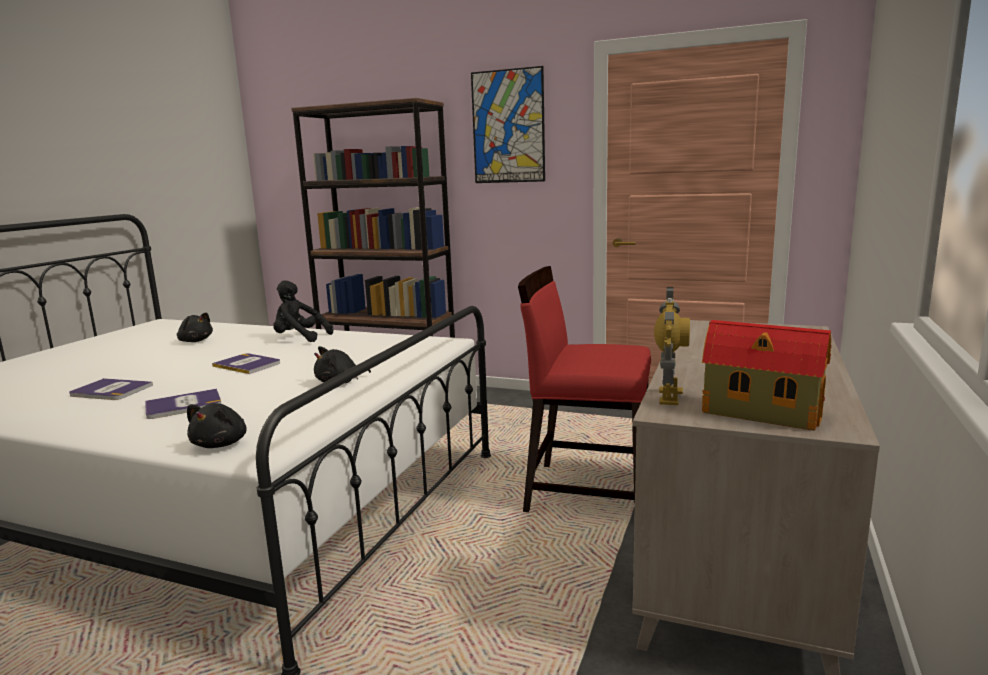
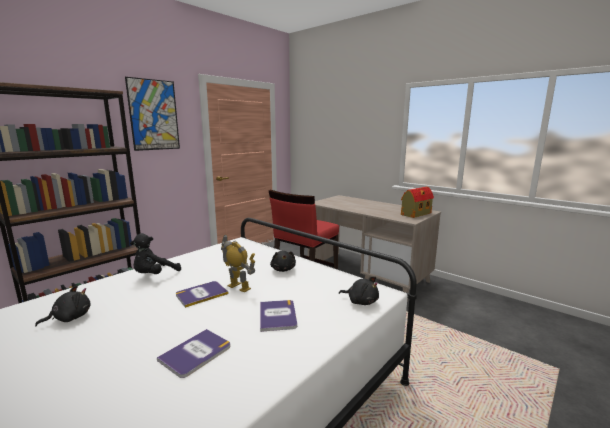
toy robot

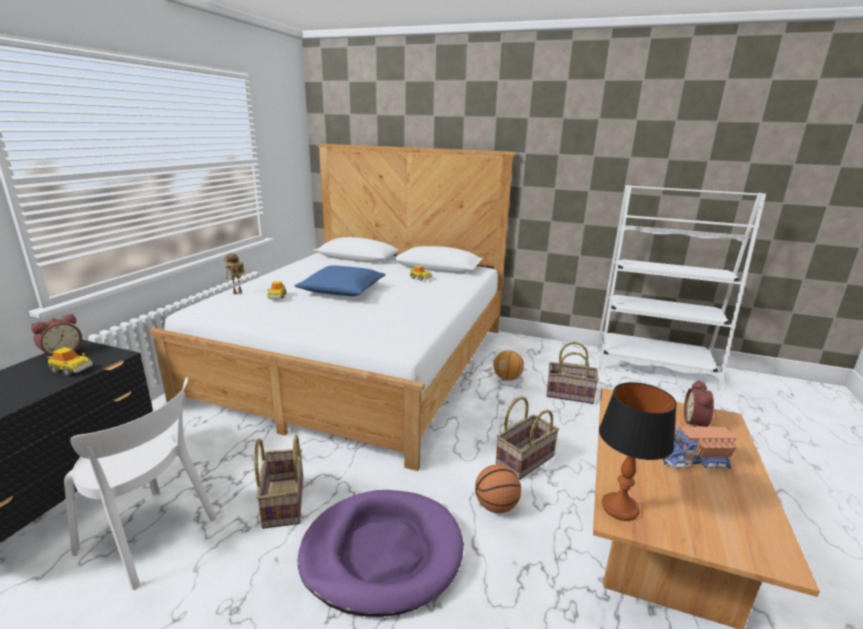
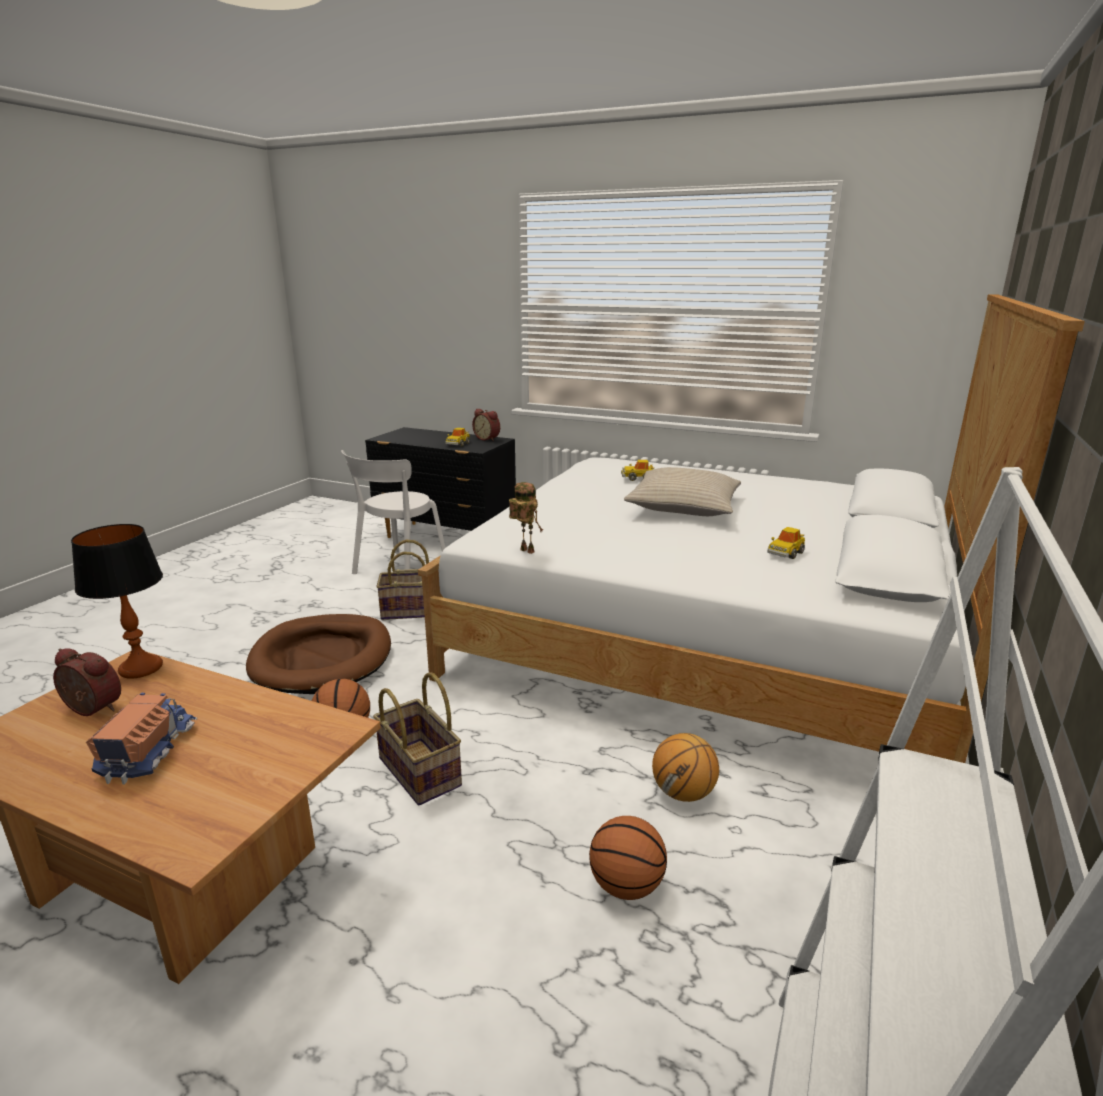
alarm clock (1st from left)
brown dog bed
toy robot
basketball (2nd from left)
beige pillow

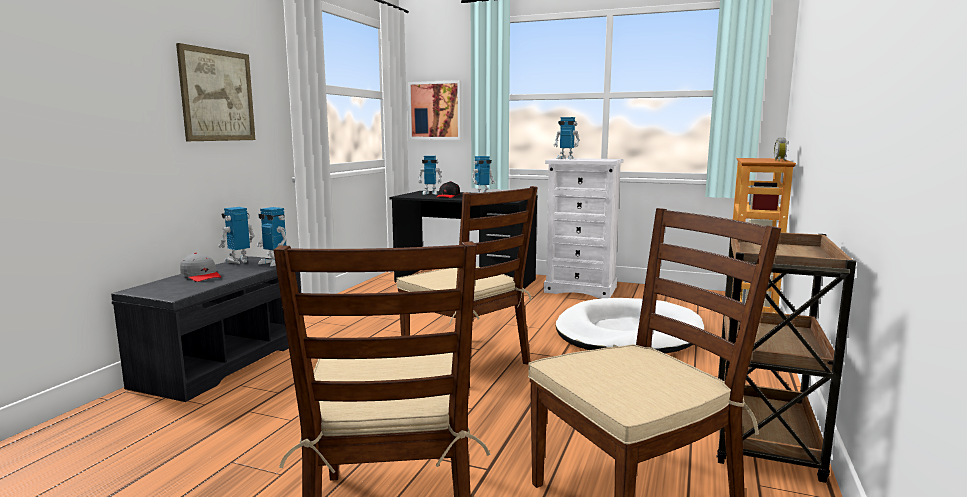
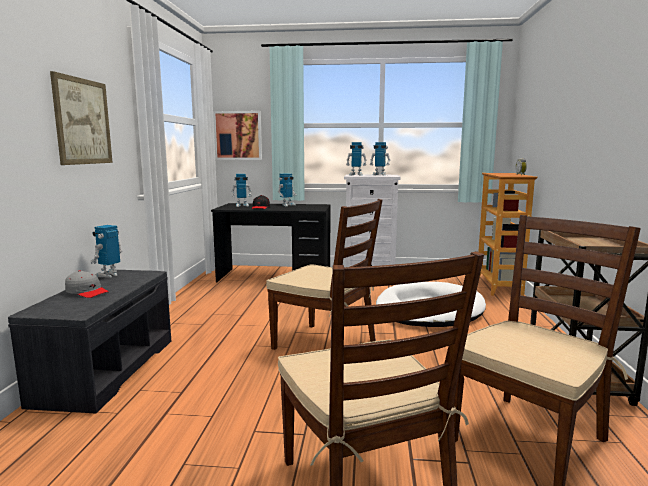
toy robot (5th from left)

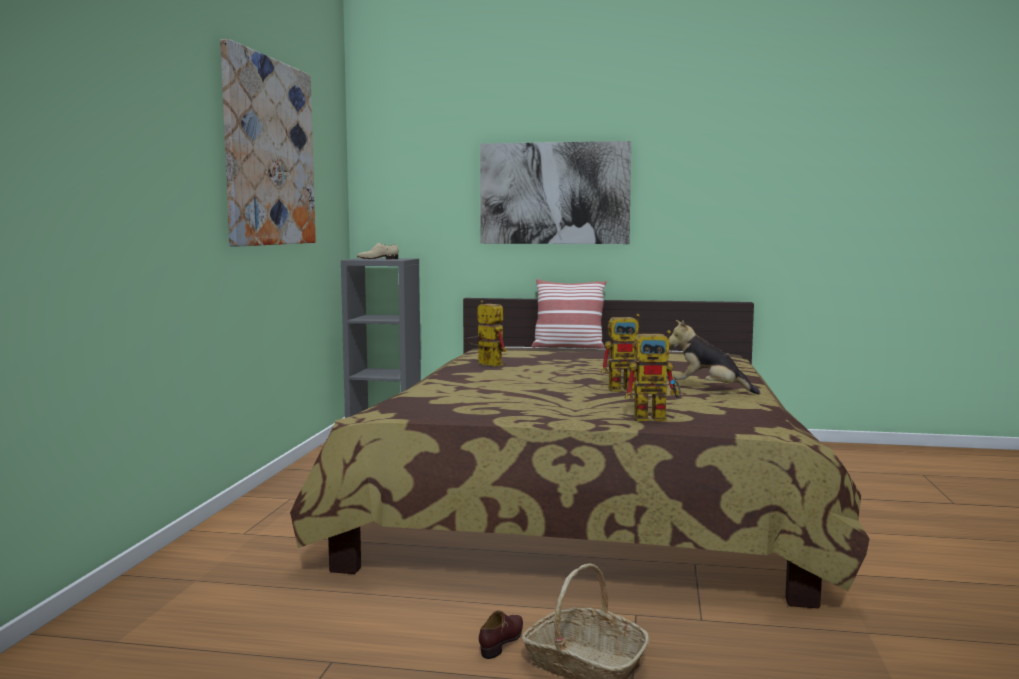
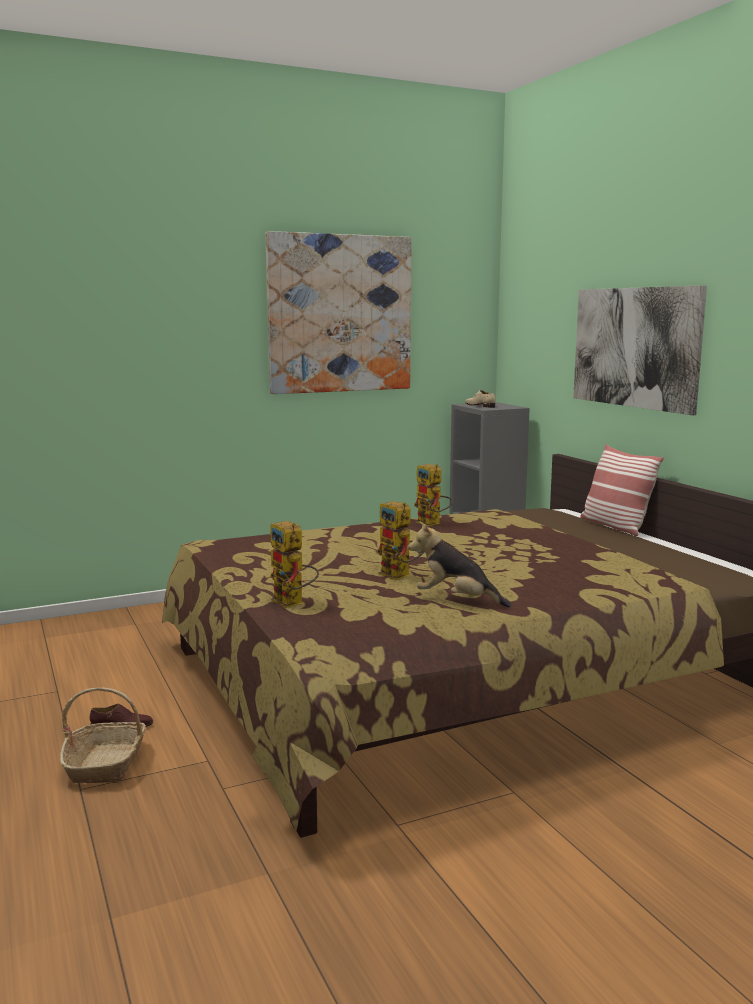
plush toy
toy robot (3rd from left)

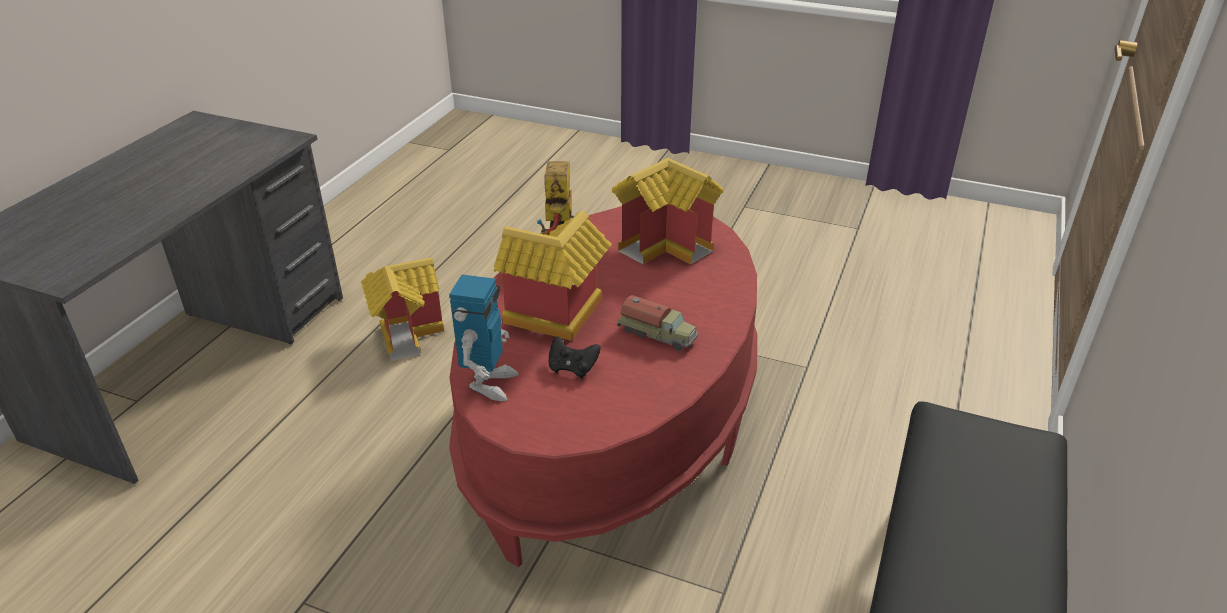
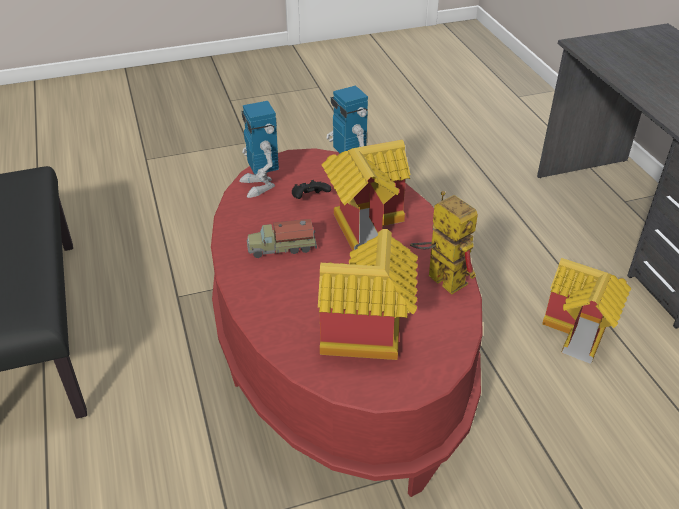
toy robot (1st from left)

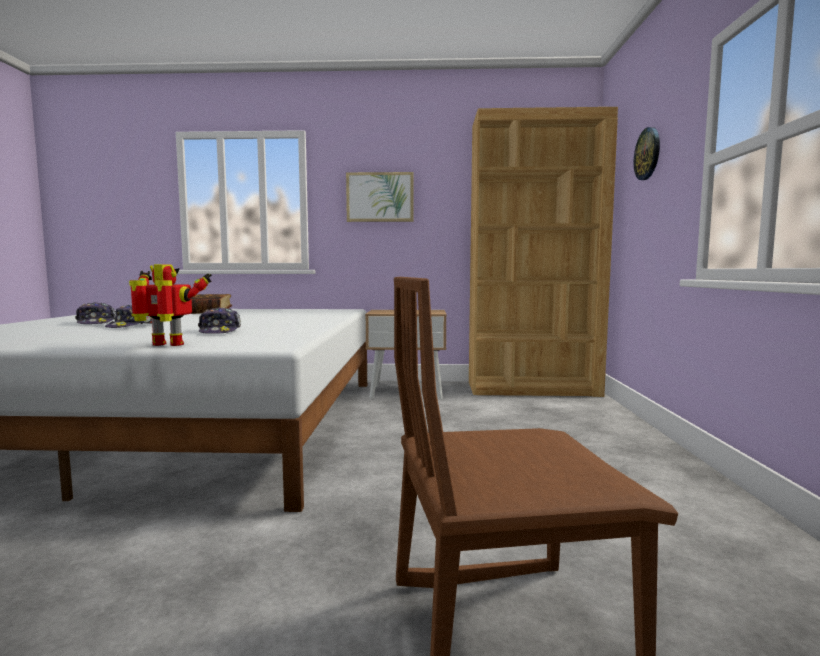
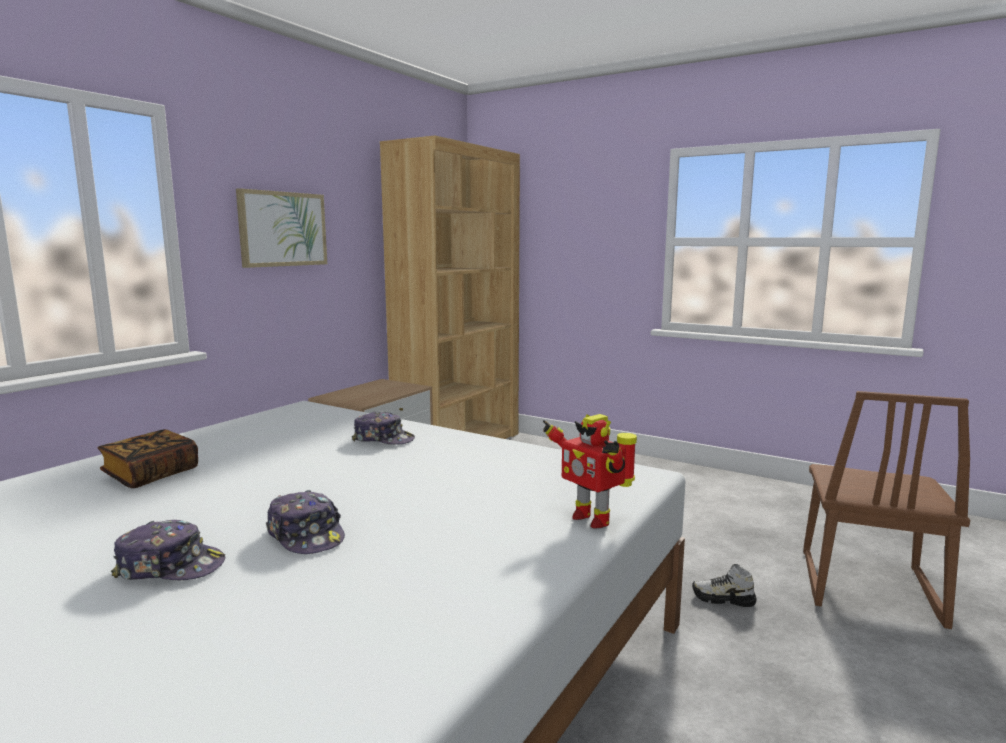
cap (3rd from left)
toy robot
shoe
wall clock

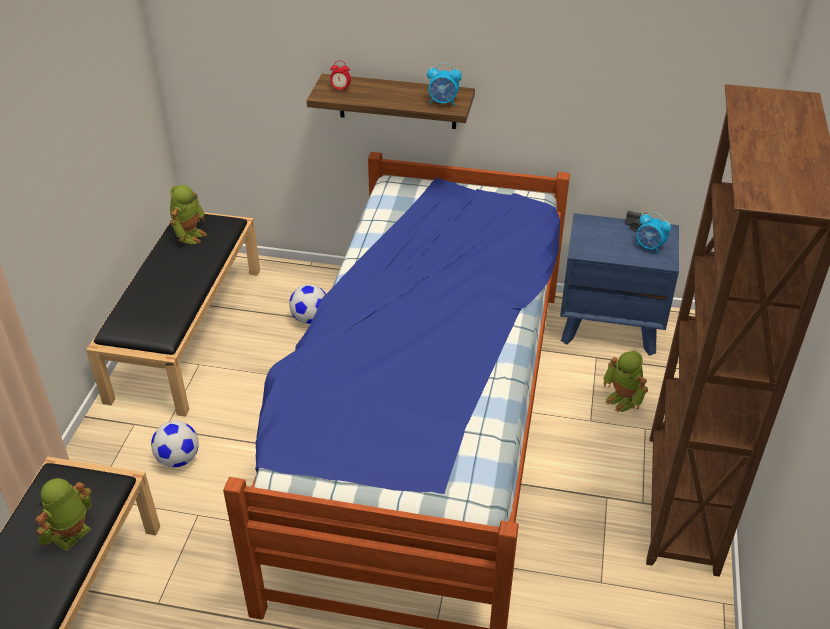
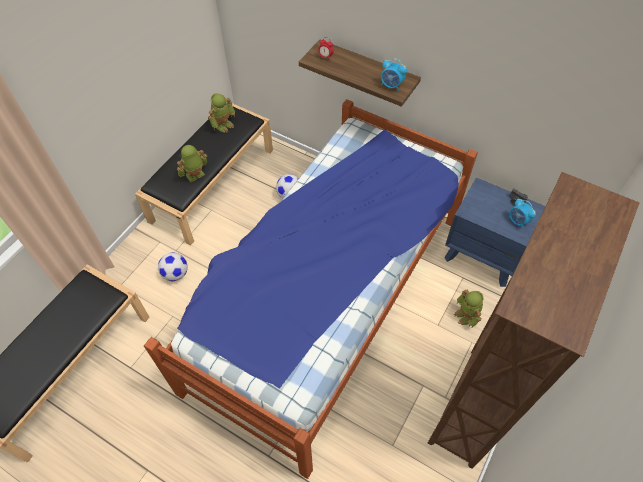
toy robot (1st from left)

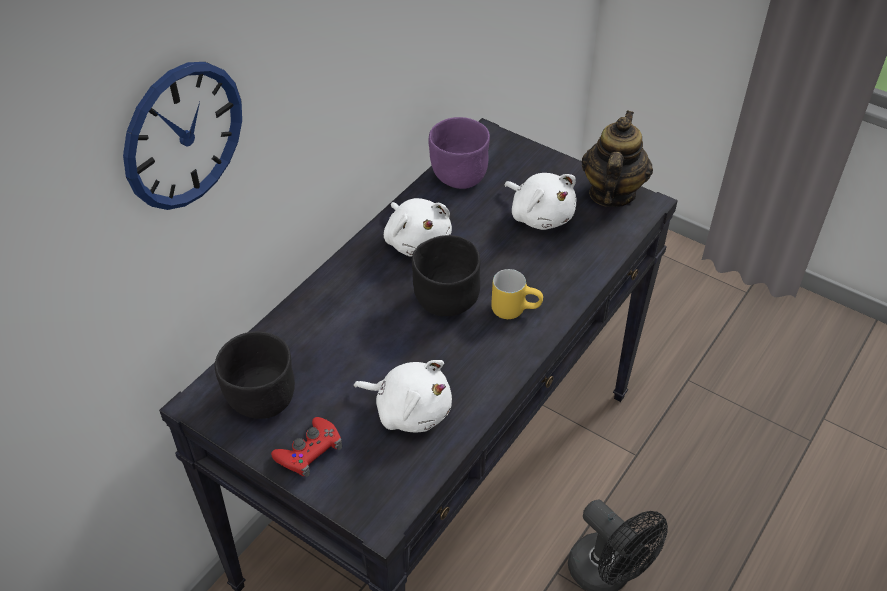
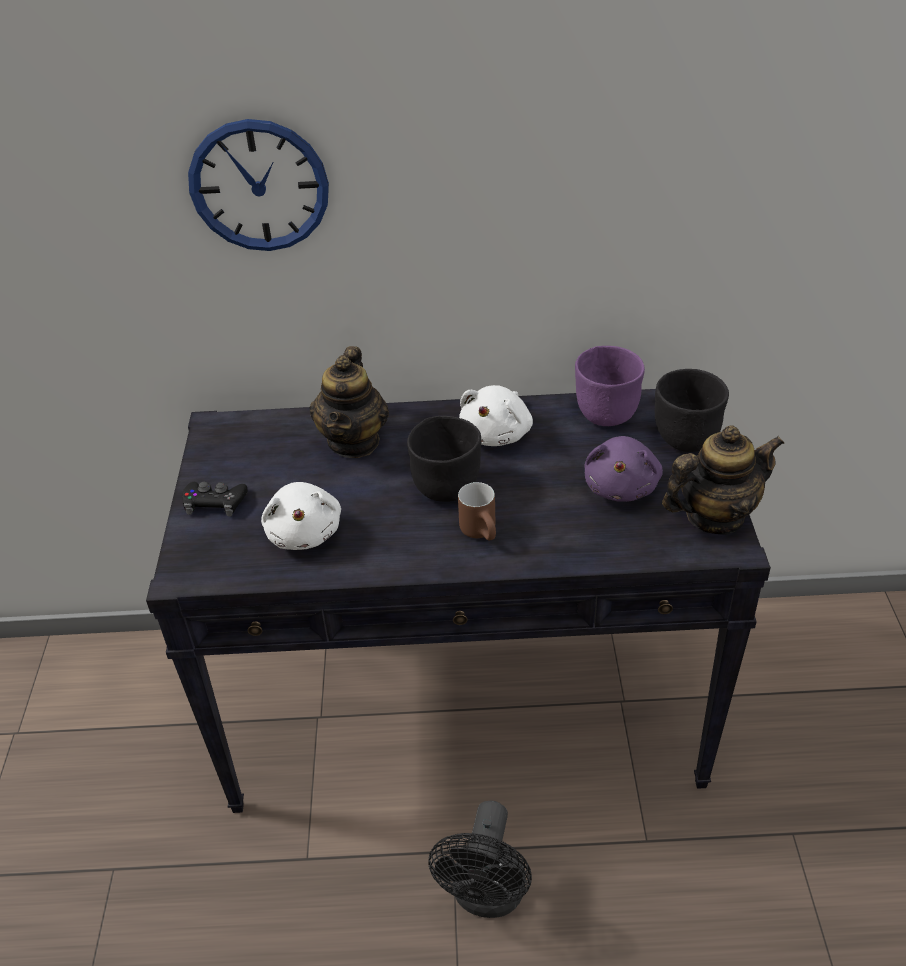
black game controller
teapot (1st from left)
brown mug
purple plush toy
black bowl (2nd from left)

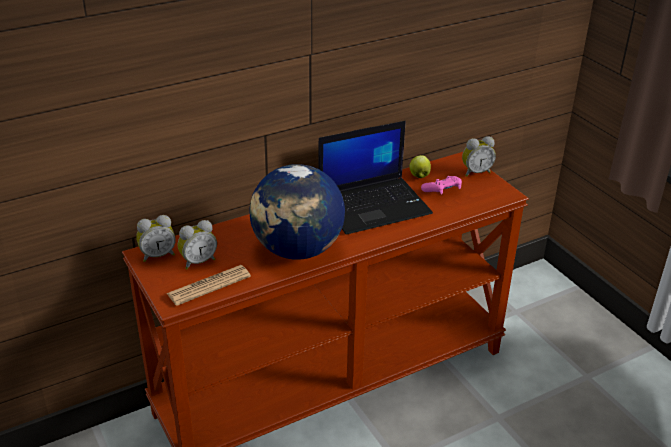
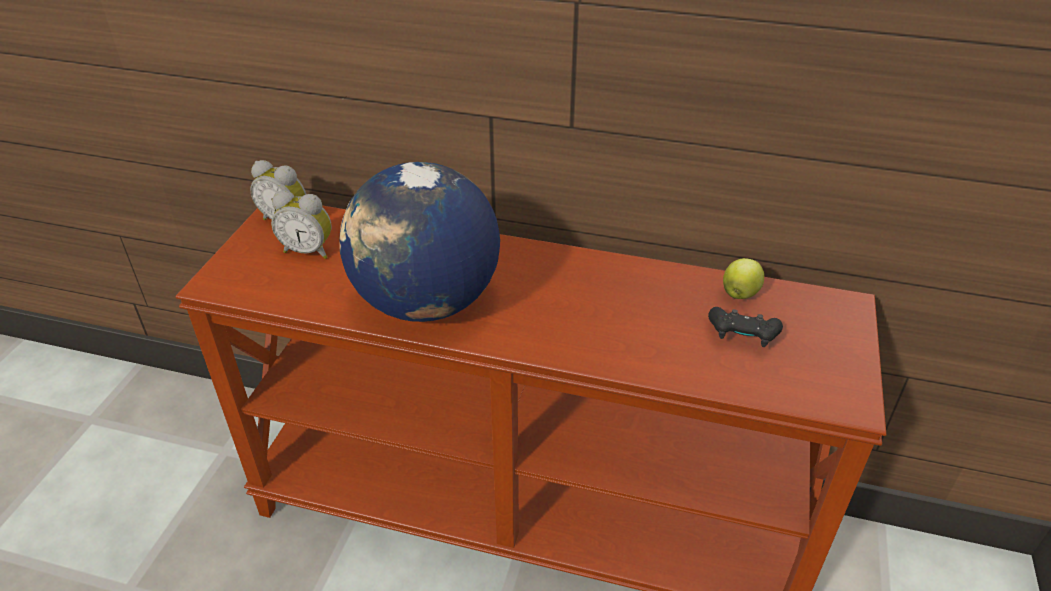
black game controller
newspaper
laptop
alarm clock (3rd from left in the first image)

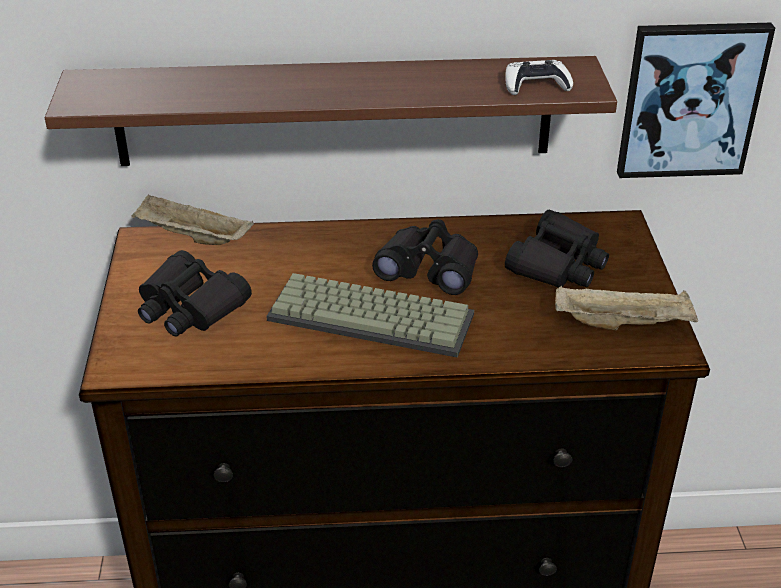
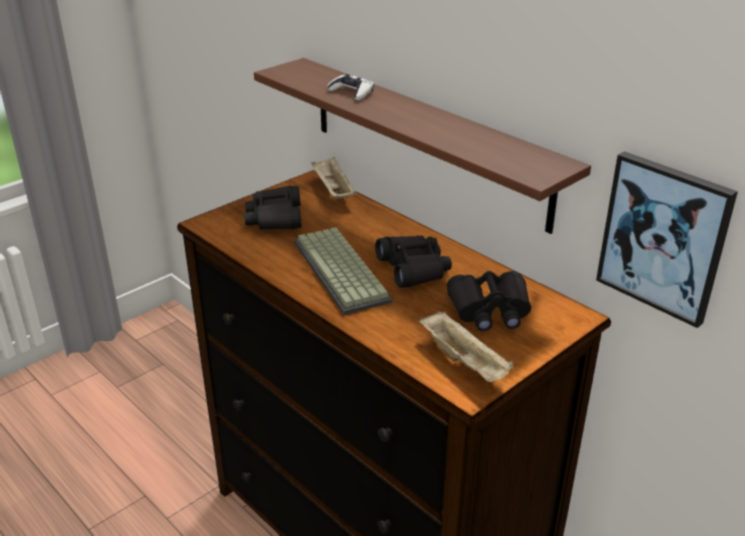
white game controller

